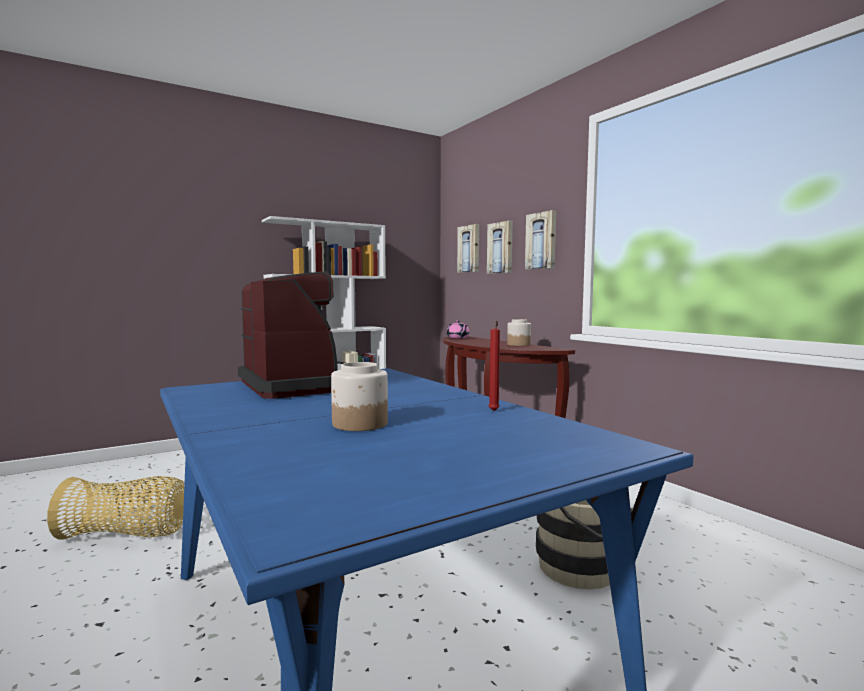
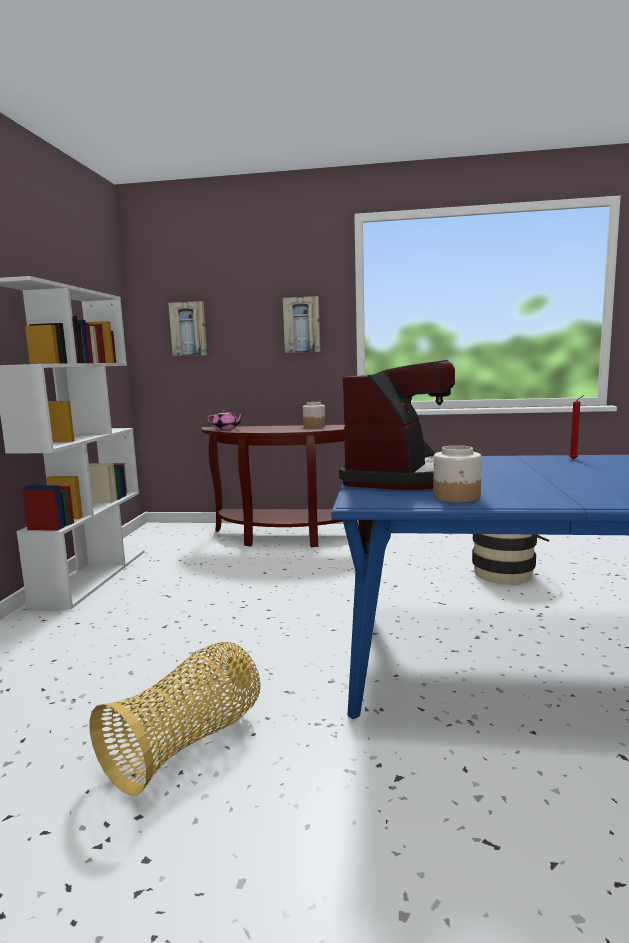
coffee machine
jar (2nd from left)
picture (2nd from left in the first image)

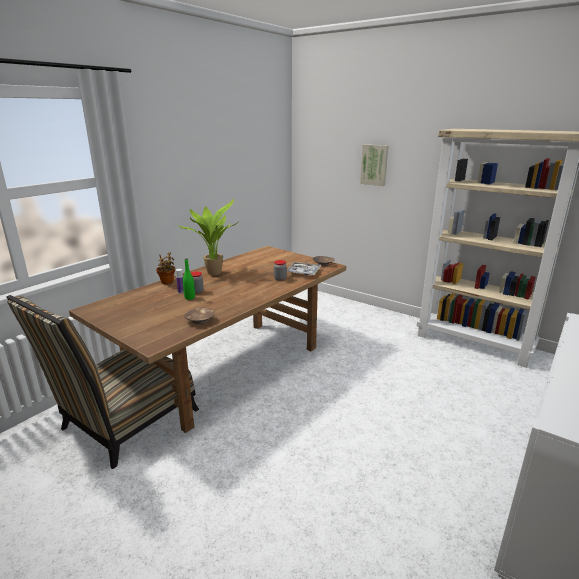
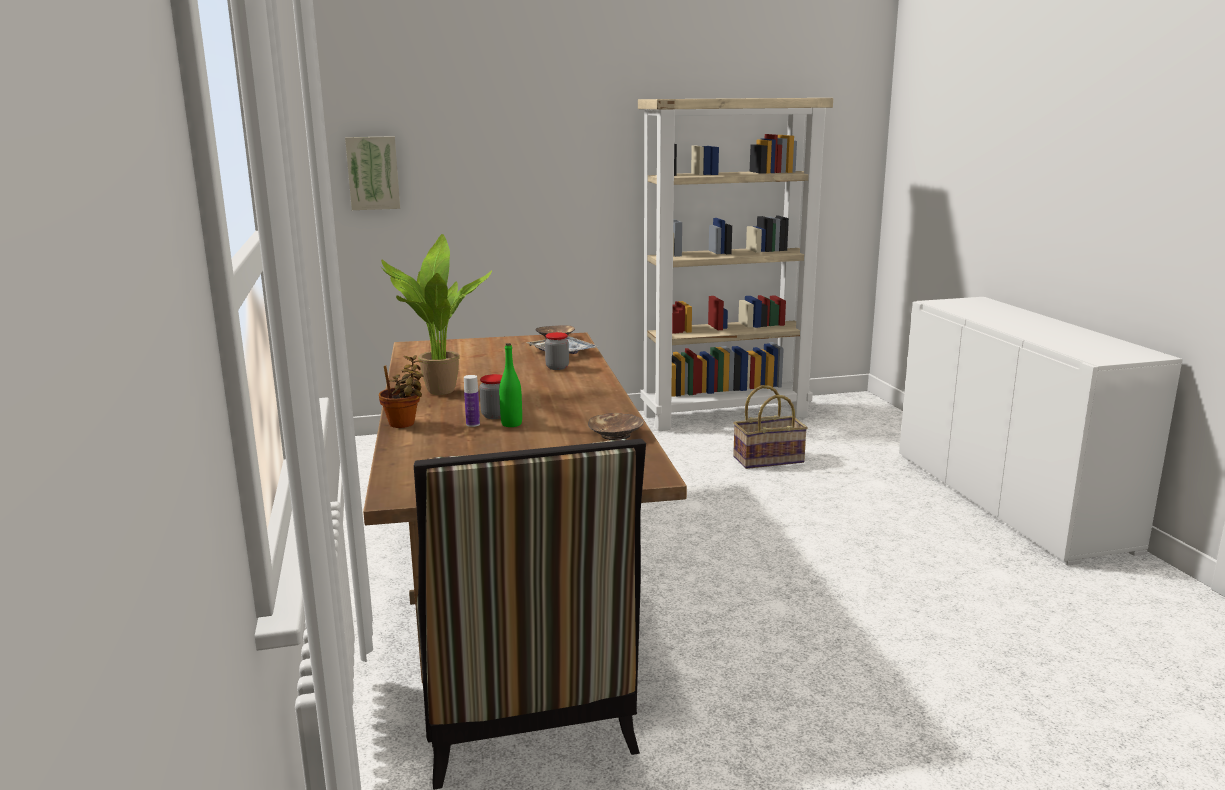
picture
basket

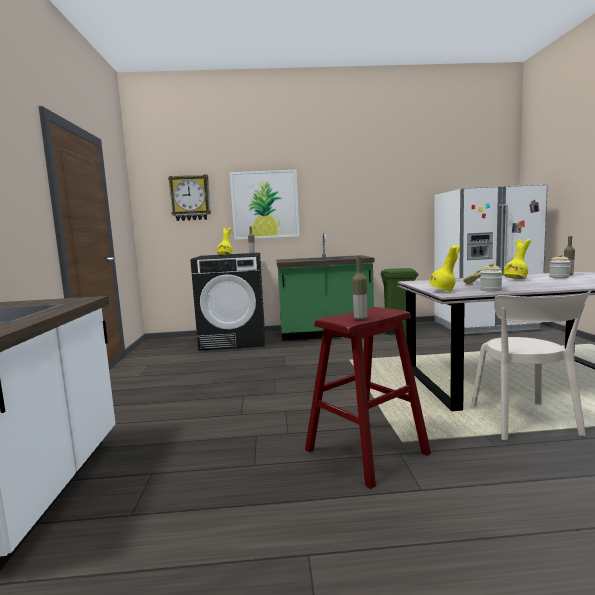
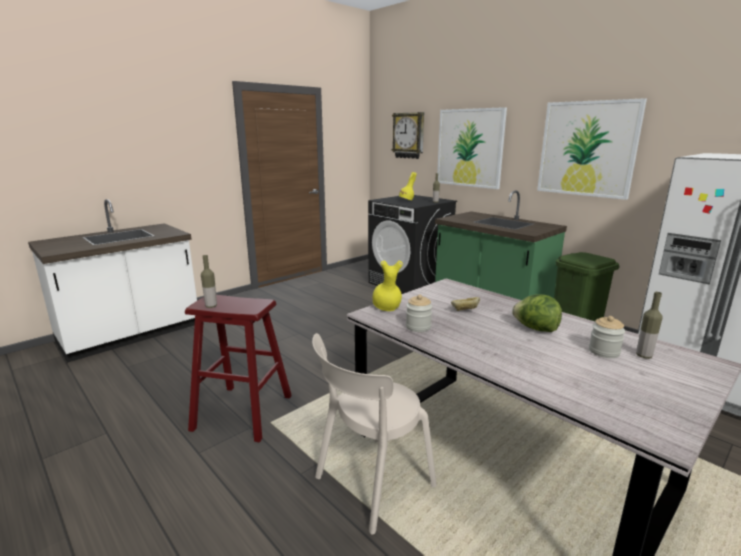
lettuce
picture (2nd from left)

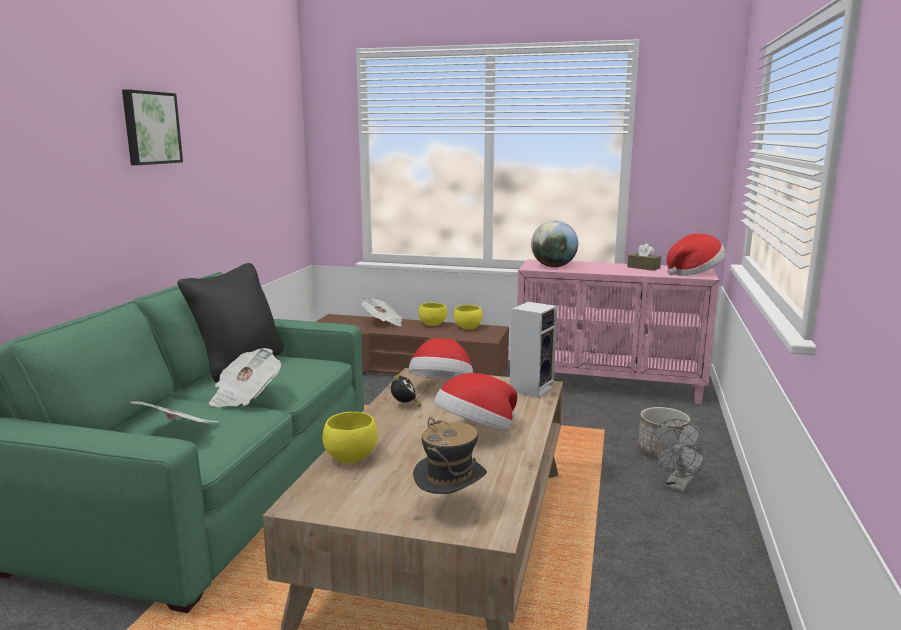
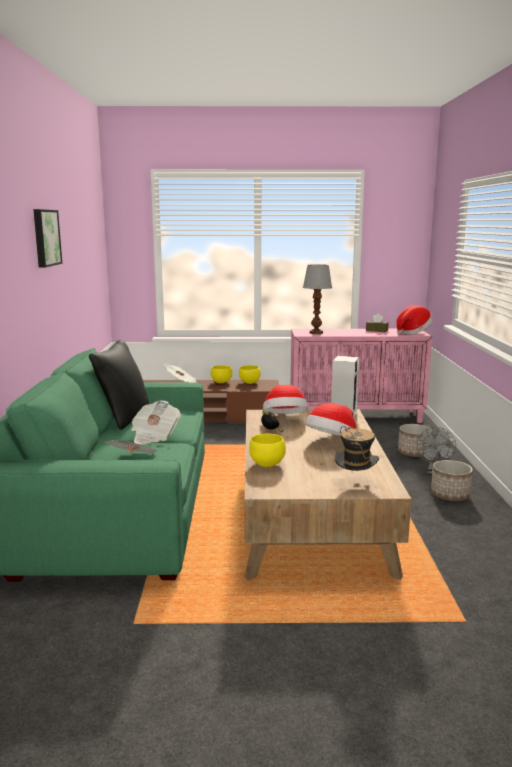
table lamp
planter (2nd from left)

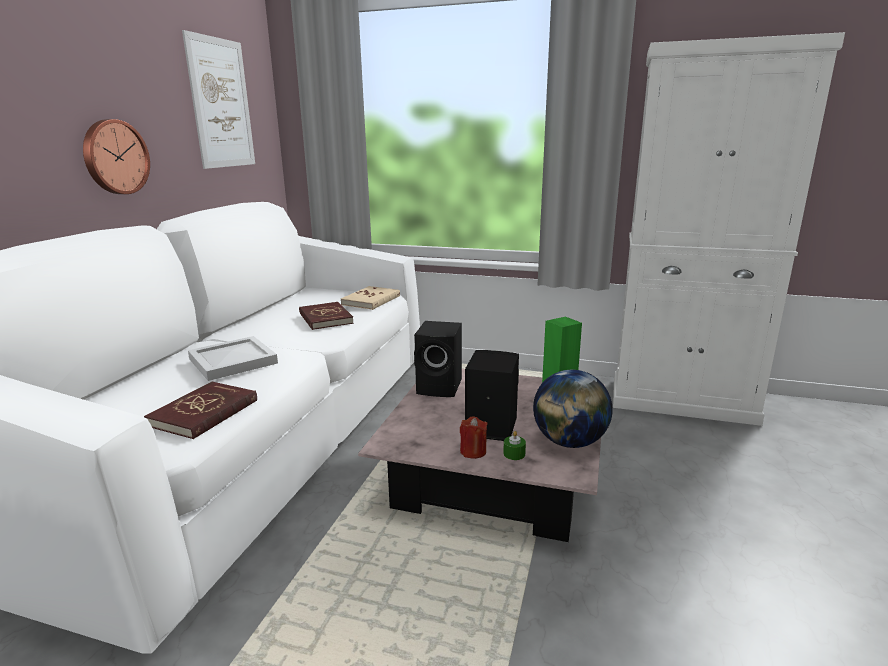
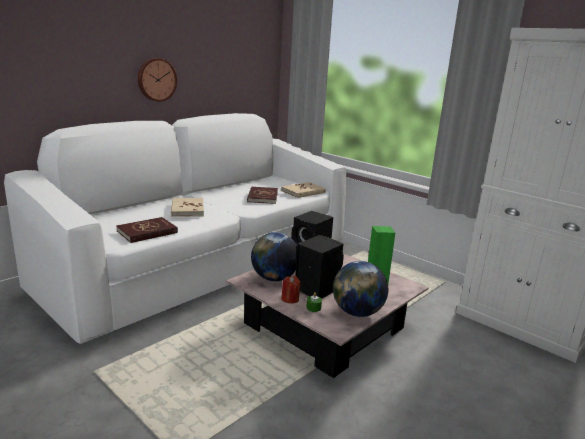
beige book (1st from left)
globe (1st from left)
picture

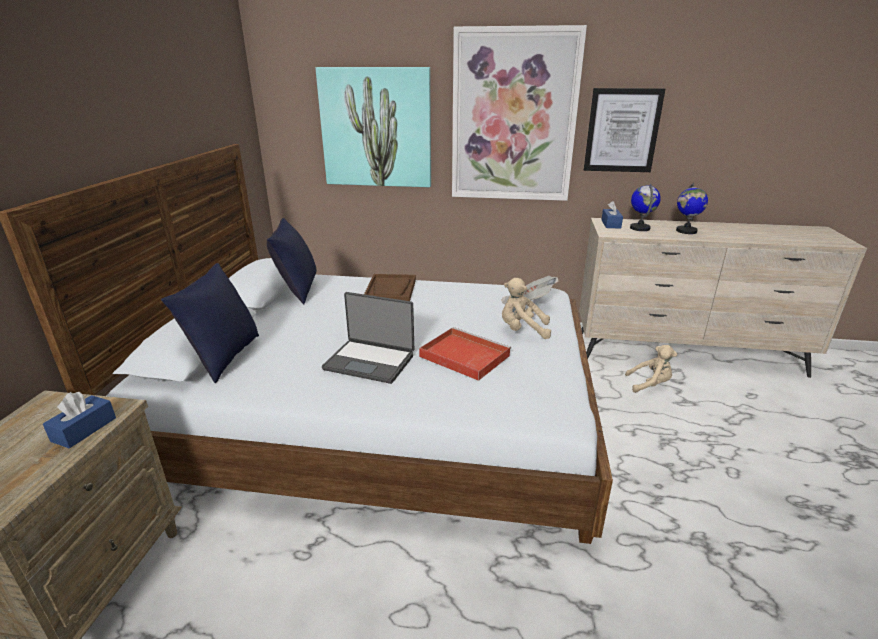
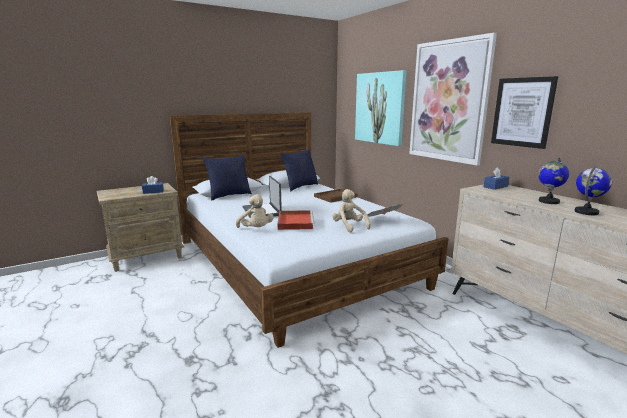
beige plush toy (1st from left)
globe (2nd from left)

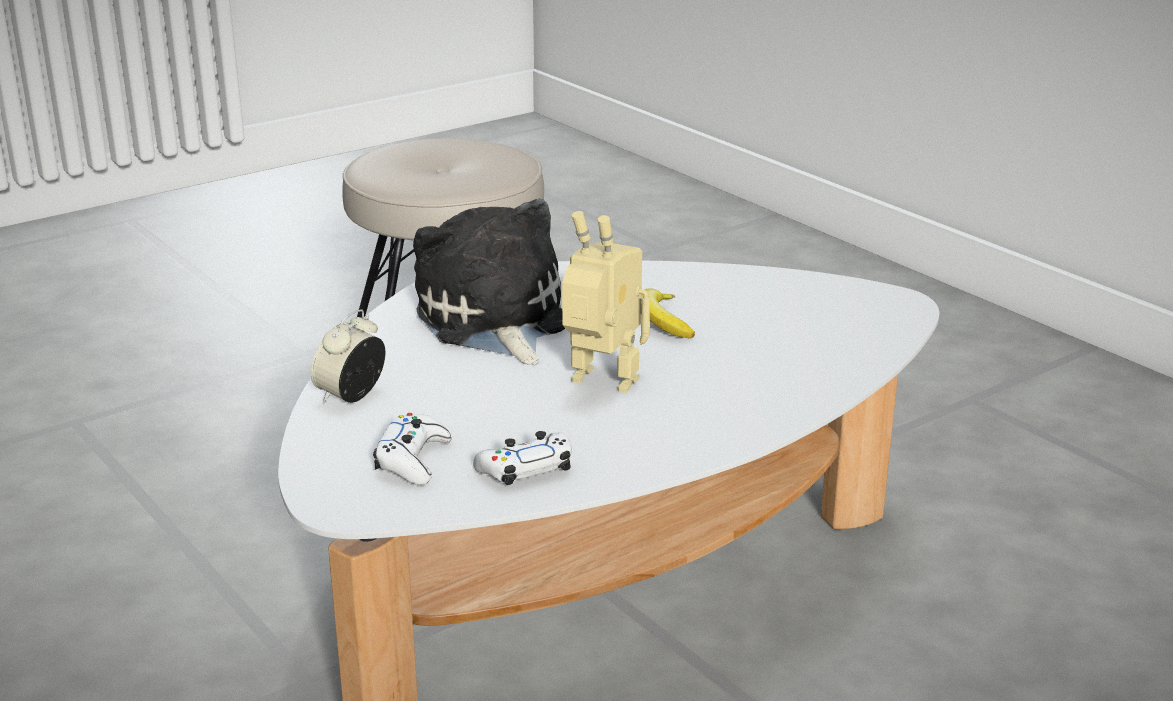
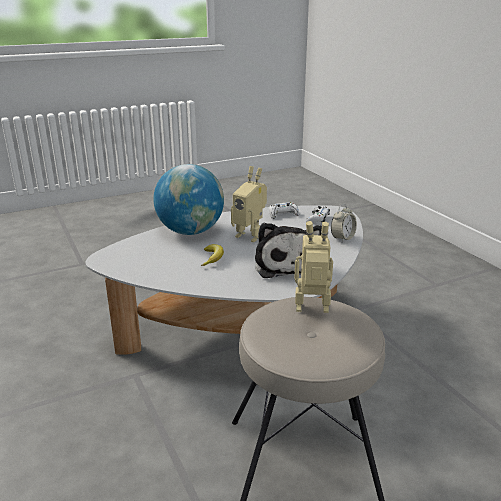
globe
toy robot (2nd from left)

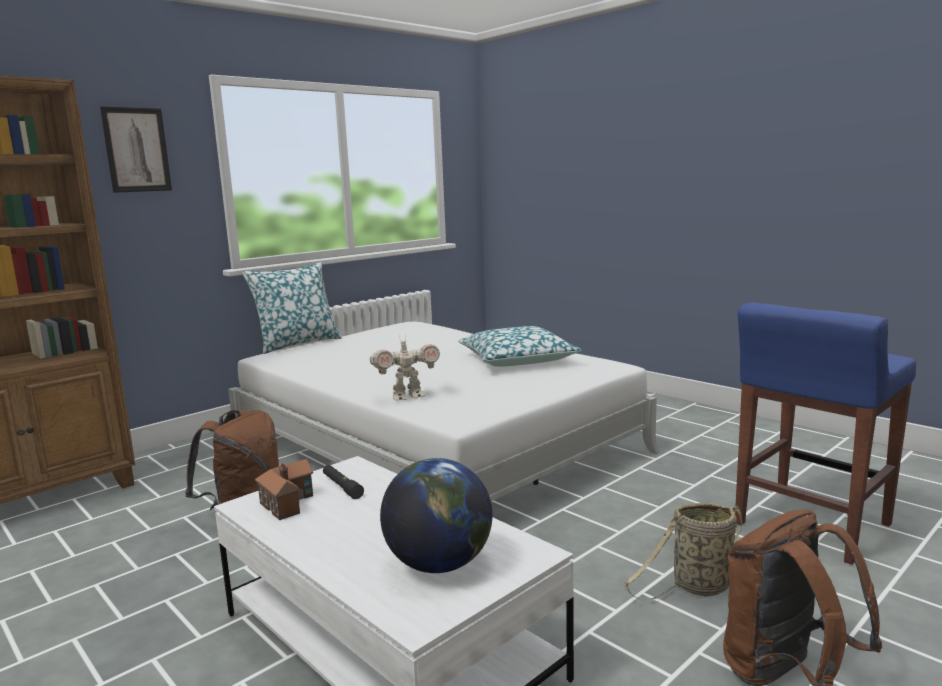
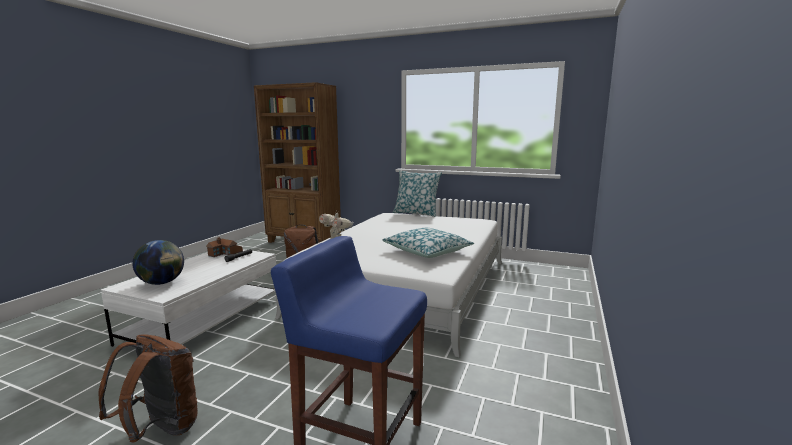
picture
basket

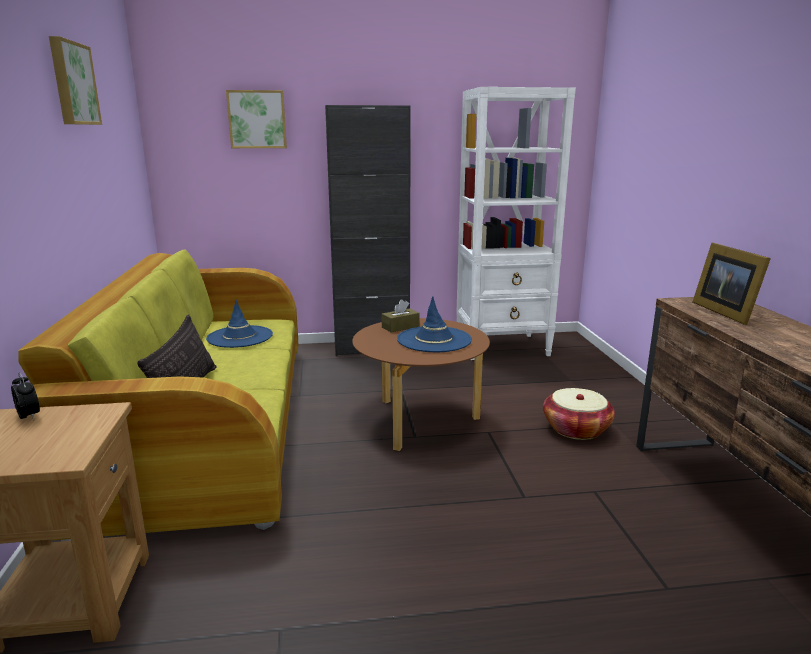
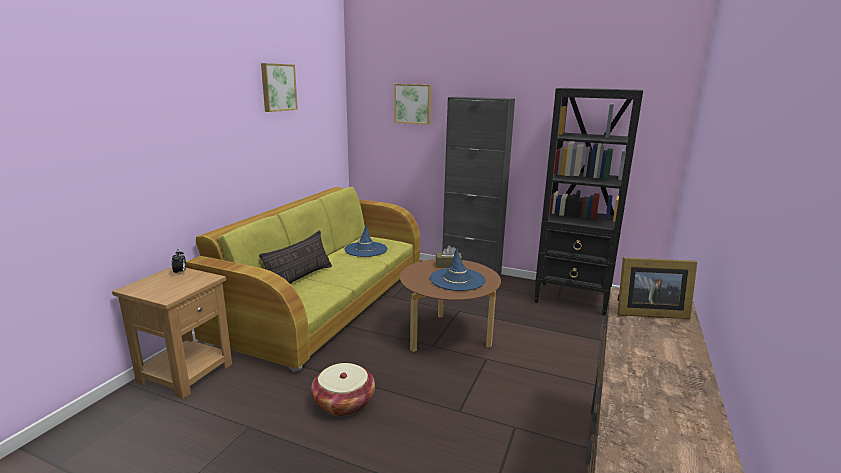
basket
black bookcase
picture frame

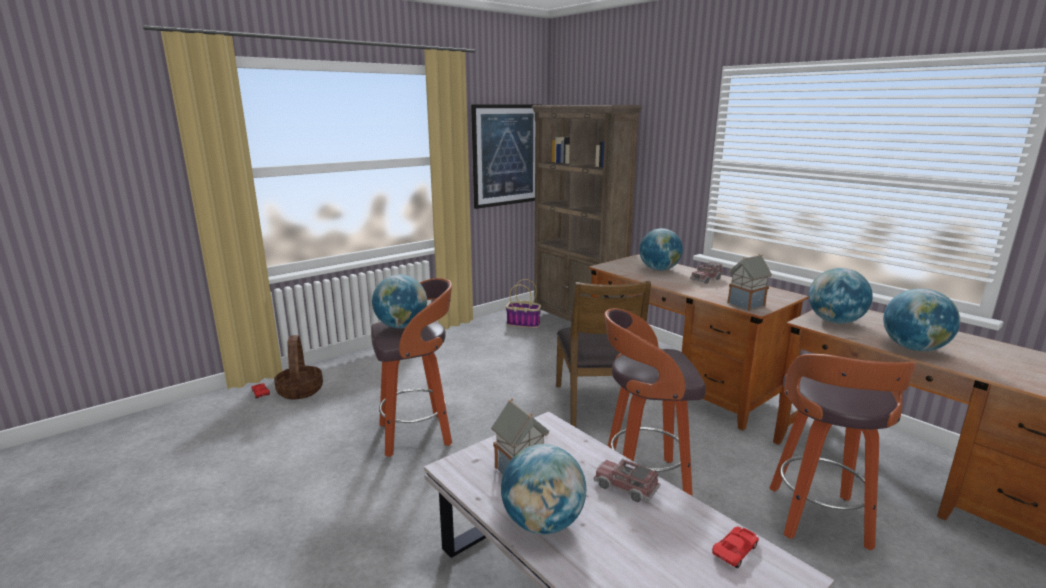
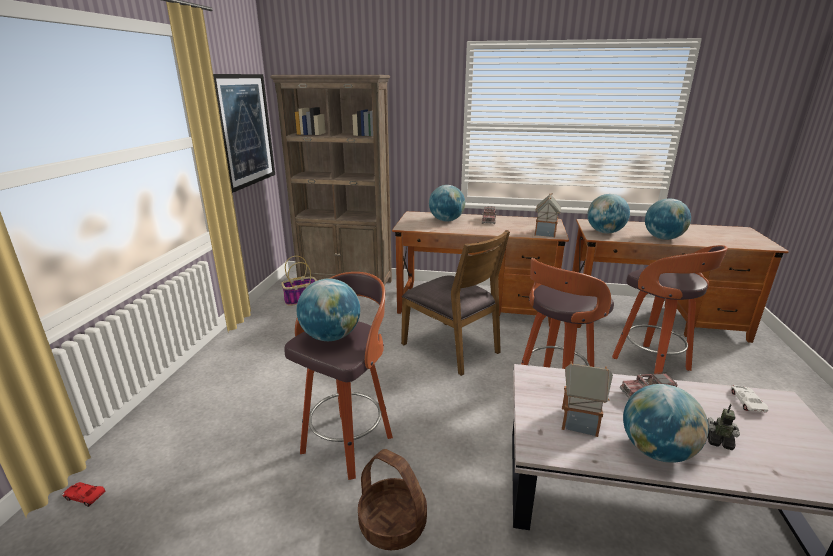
basket (2nd from left)
toy robot
white toy car

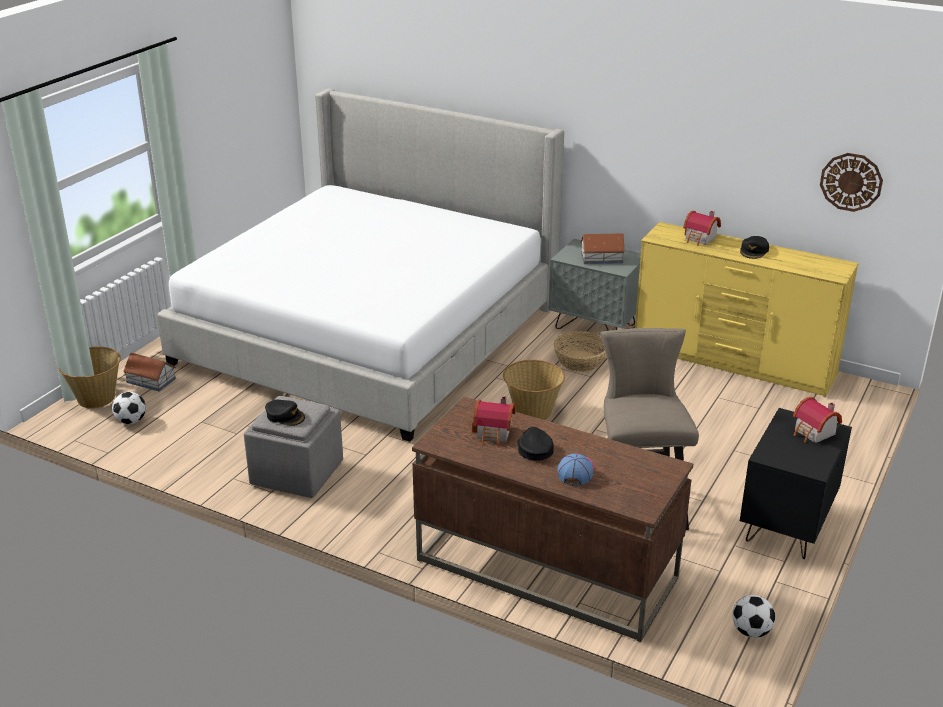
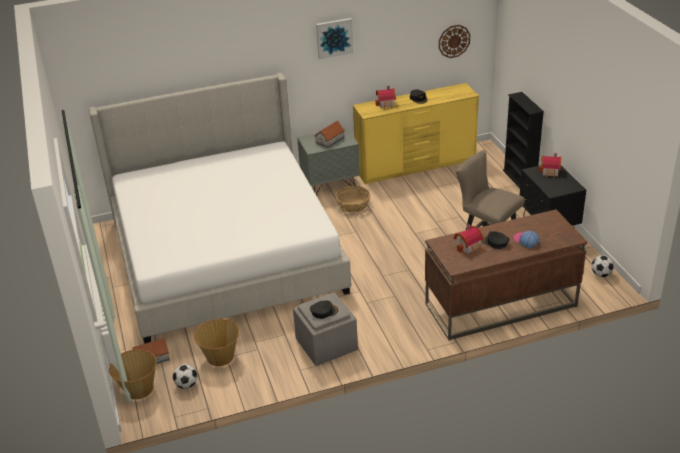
basket (2nd from left)
picture
black bookcase

